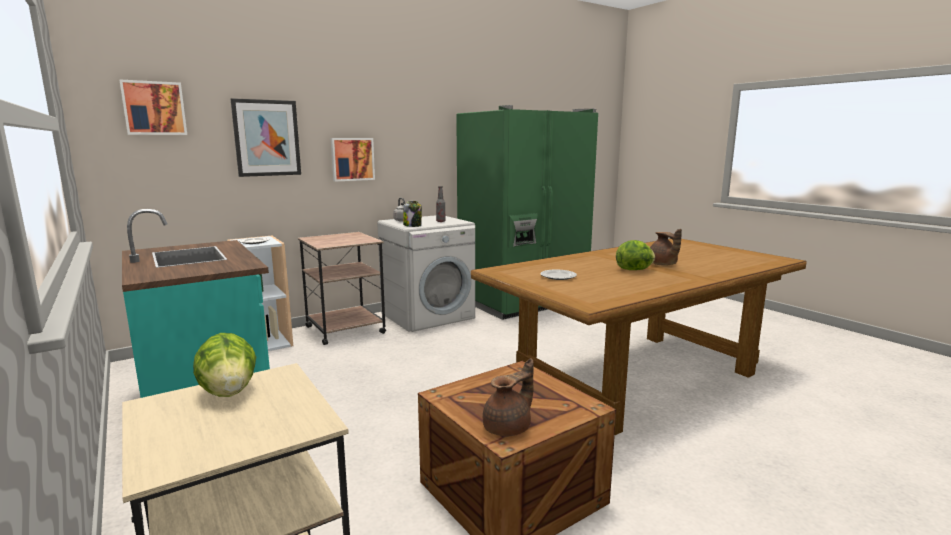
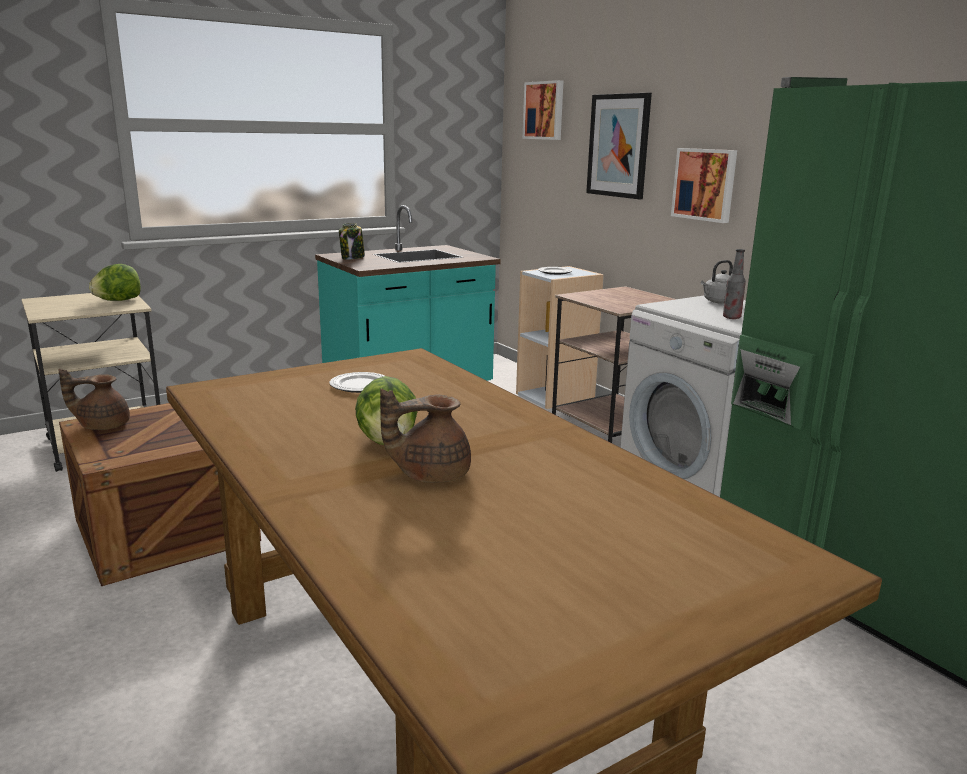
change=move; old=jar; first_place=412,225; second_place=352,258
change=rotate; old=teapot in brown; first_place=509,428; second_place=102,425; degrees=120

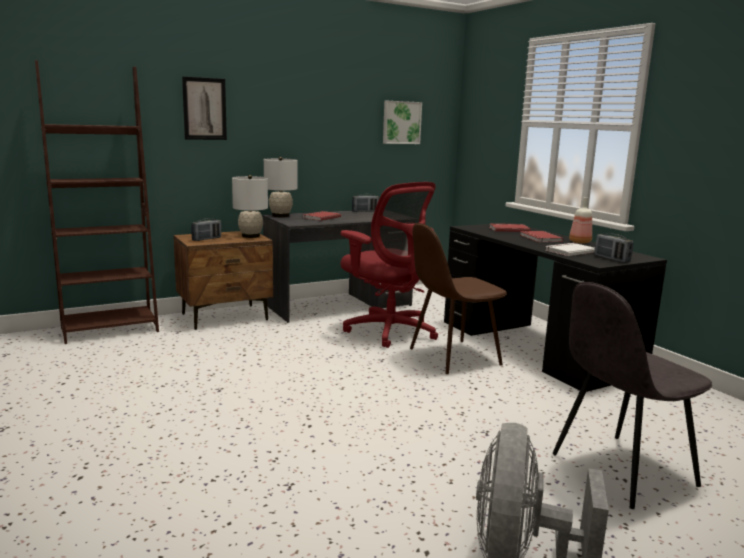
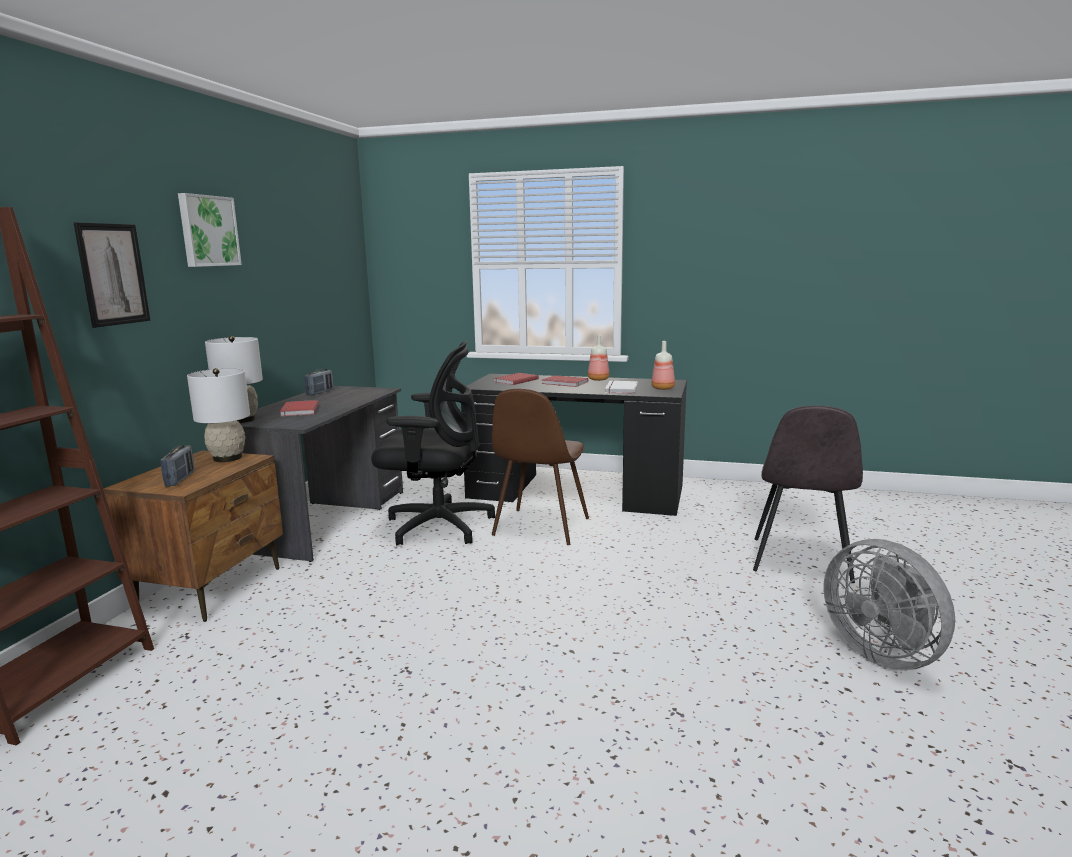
change=move; old=picture; first_place=401,122; second_place=208,231
change=recolor; old=office chair in red; new=office chair in black; first_place=385,330; second_place=432,527
change=replace; old=radio; new=bottle; first_place=611,259; second_place=663,388

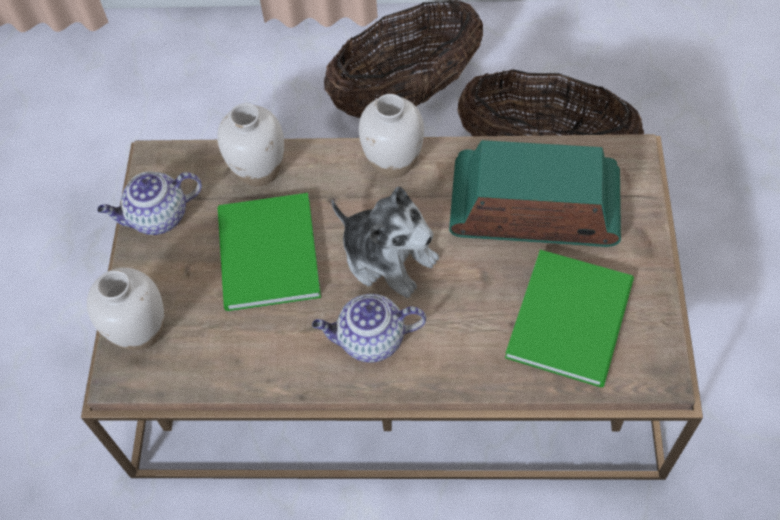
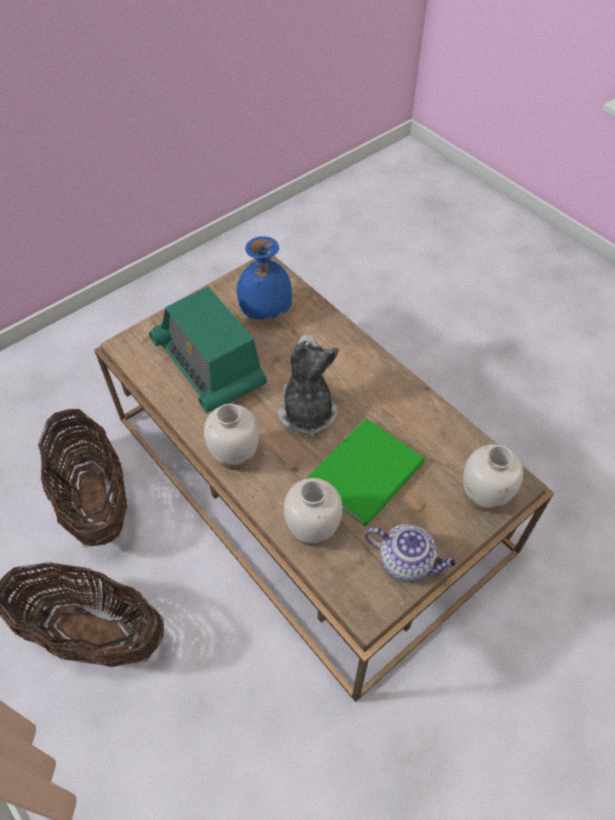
change=replace; old=book in green; new=vase in blue; first_place=574,317; second_place=264,311
change=delete; old=teapot; first_place=370,340

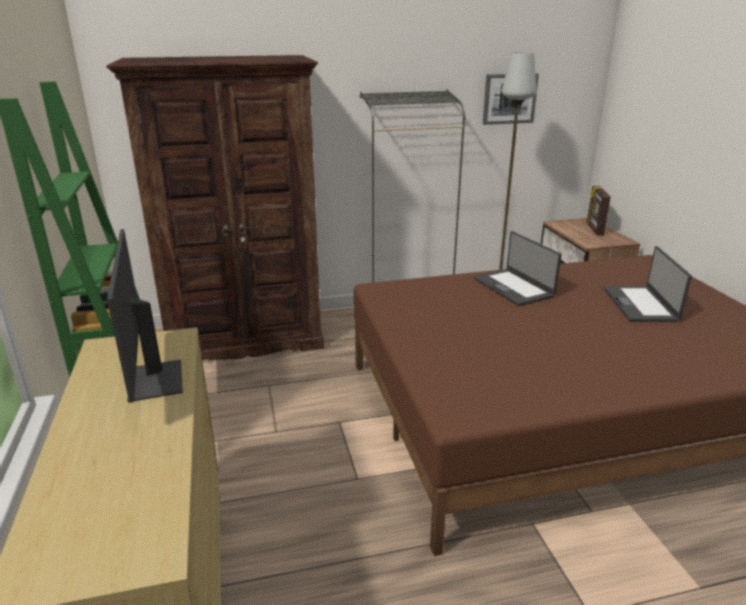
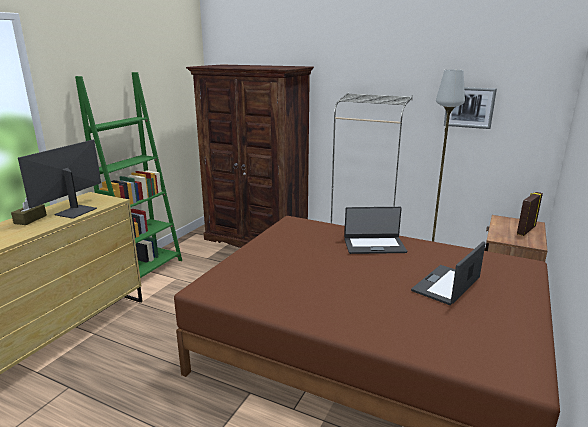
change=rotate; old=laptop; first_place=514,287; second_place=374,245; degrees=-105
change=insert; new=tissue box in brown; second_place=30,219

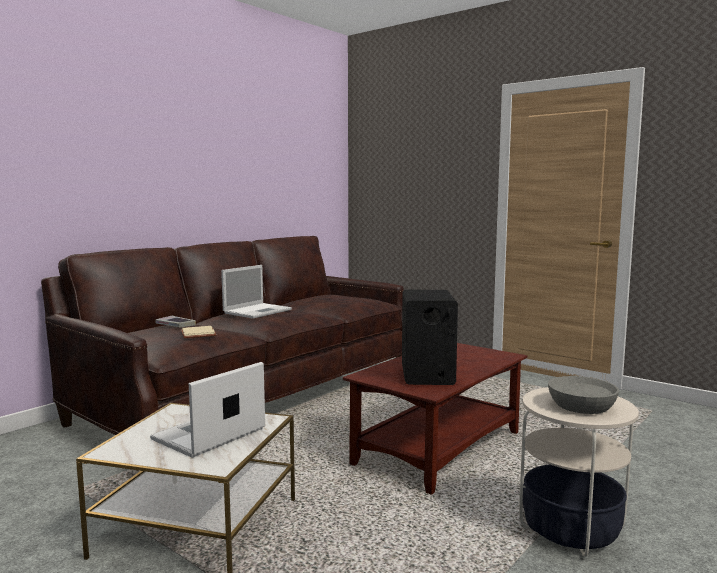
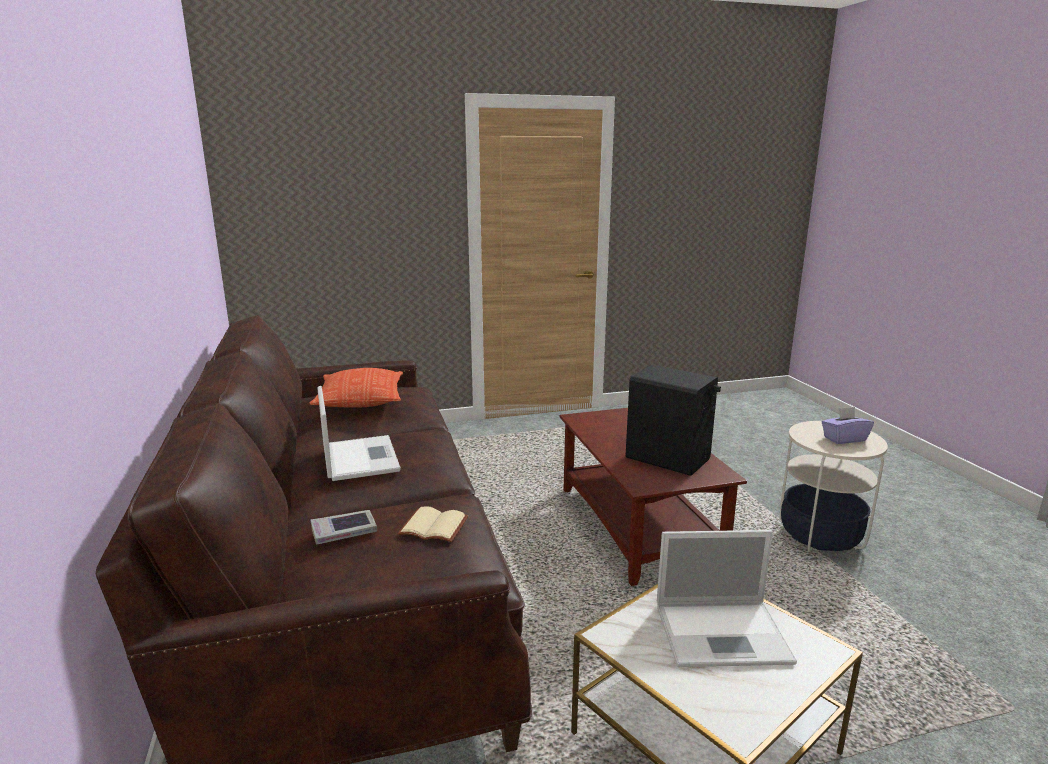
change=rotate; old=laptop; first_place=207,435; second_place=724,633; degrees=-75
change=replace; old=bowl in grey; new=tissue box in purple; first_place=580,406; second_place=844,439
change=insert; new=pillow in orange; second_place=361,402

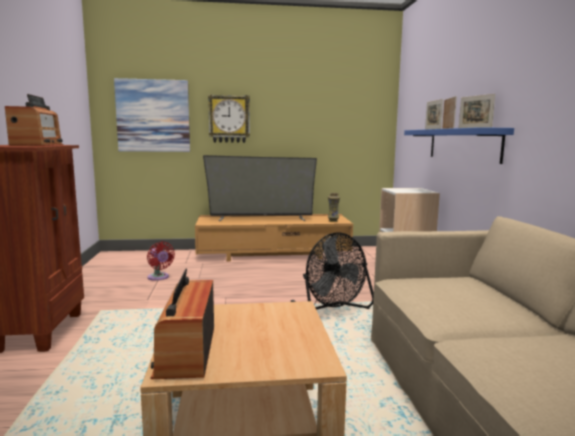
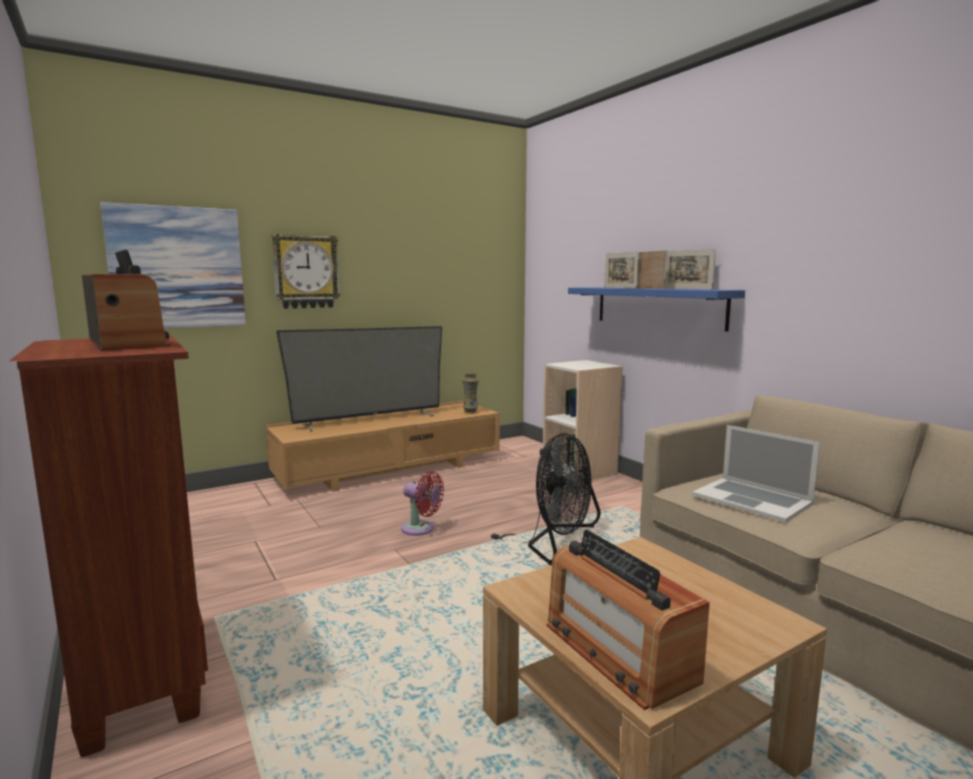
change=move; old=fan in red; first_place=159,277; second_place=421,529
change=insert; new=laptop; second_place=752,499

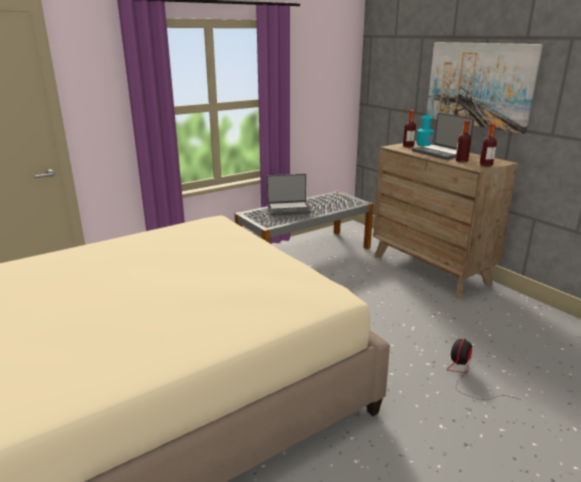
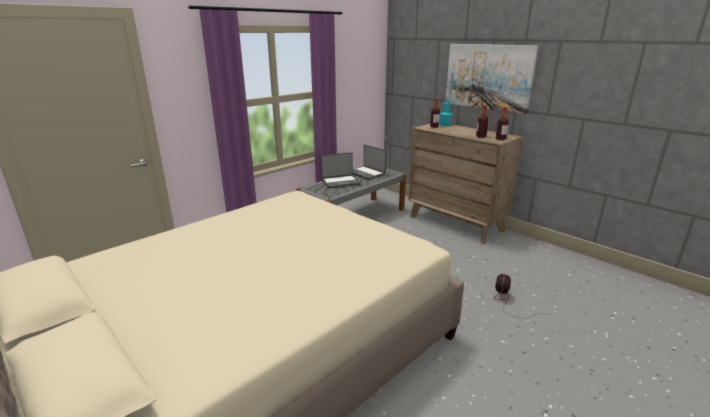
change=move; old=laptop; first_place=440,153; second_place=367,173

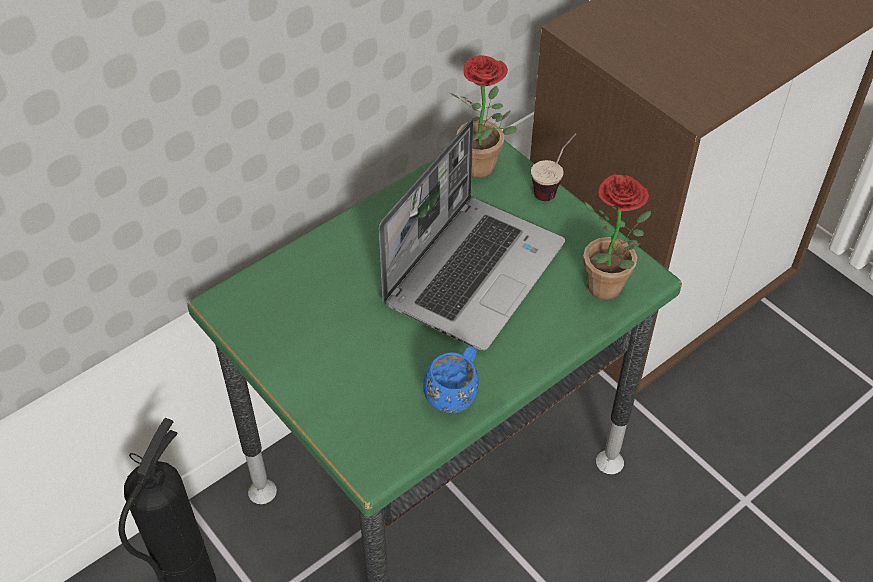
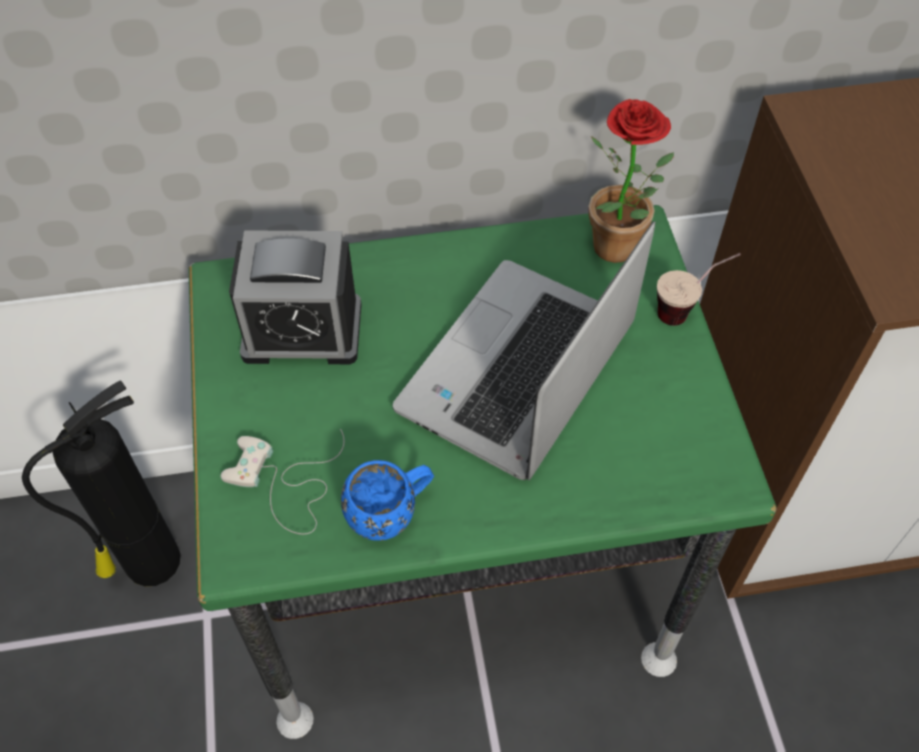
change=rotate; old=laptop; first_place=474,272; second_place=518,373; degrees=150
change=delete; old=potted plant; first_place=609,292
change=insert; new=alarm clock; second_place=302,330
change=insert; new=game controller in white; second_place=286,483

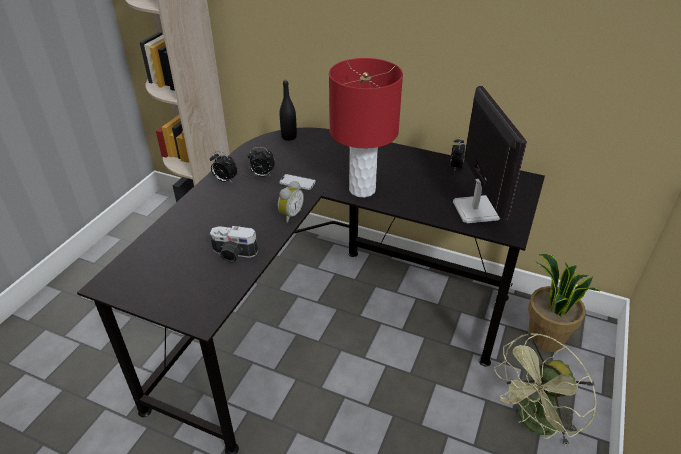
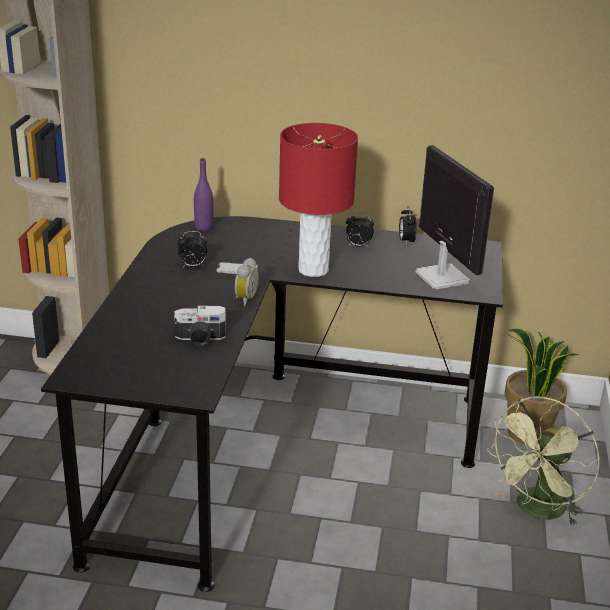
change=recolor; old=bottle in black; new=bottle in purple; first_place=289,137; second_place=204,227
change=move; old=alarm clock; first_place=225,180; second_place=358,246

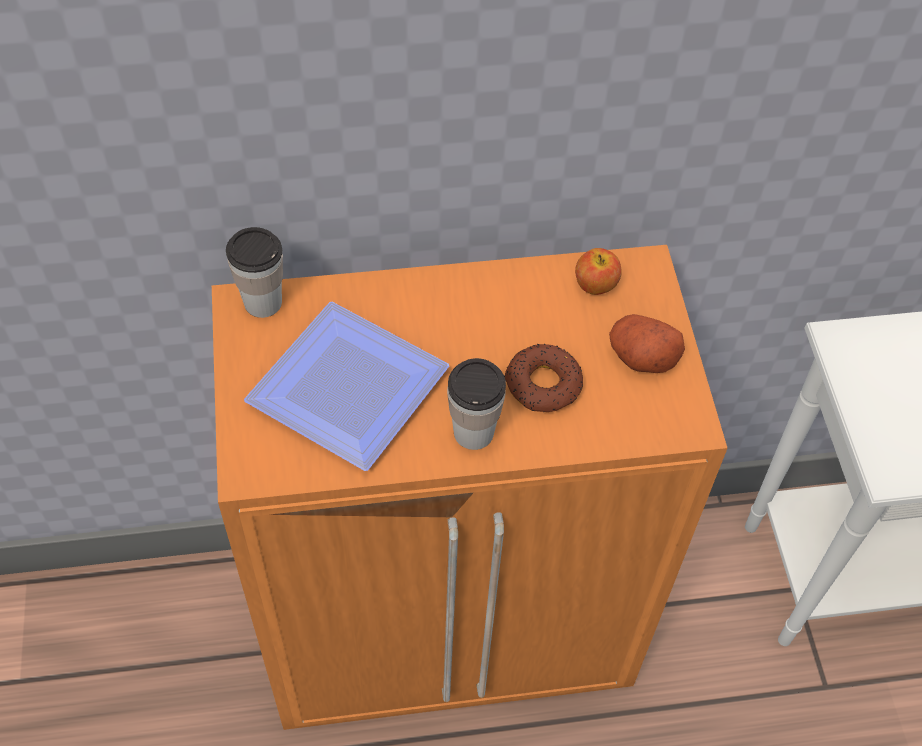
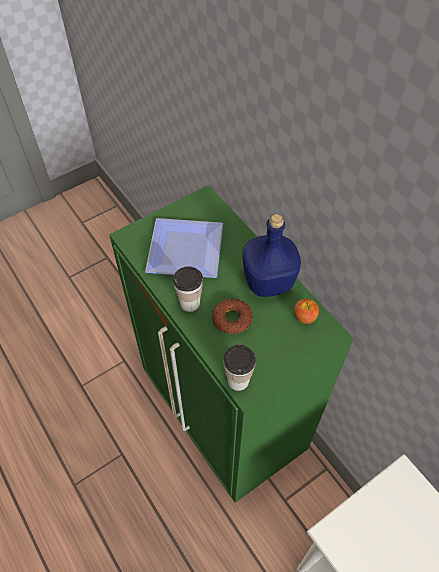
change=move; old=cup; first_place=263,302; second_place=238,380
change=recolor; old=cabinet in orange; new=cabinet in green; first_place=451,620; second_place=222,407
change=delete; old=potato; first_place=641,357
change=insert; new=bottle in blue; second_place=267,282

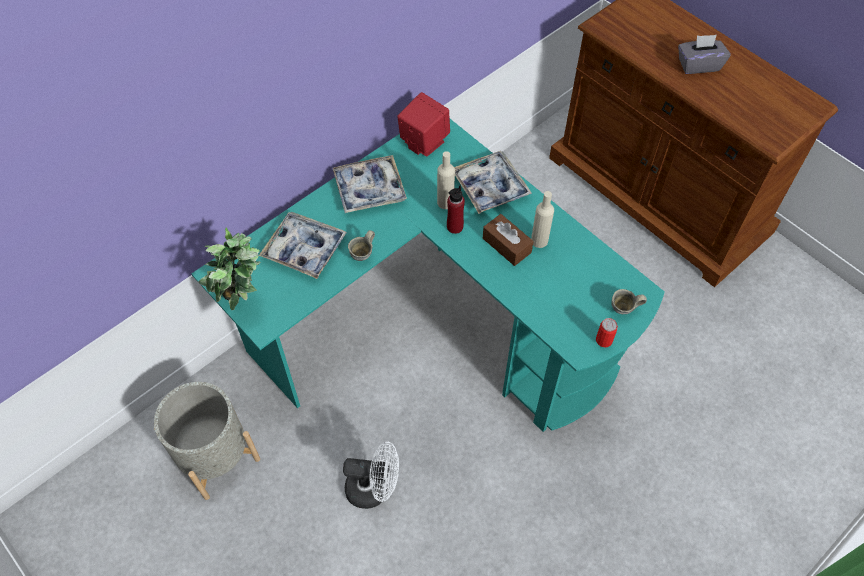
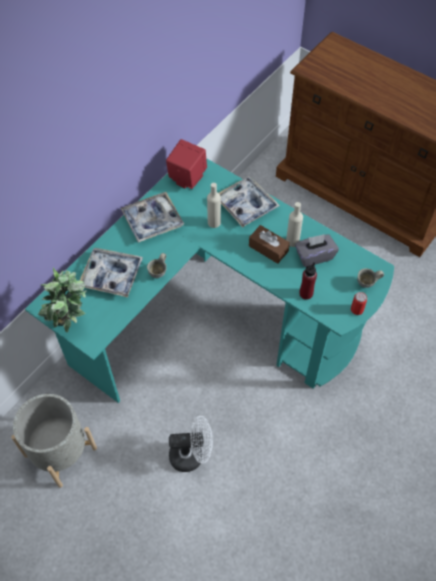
change=move; old=tissue box in grey; first_place=698,65; second_place=314,256
change=move; old=bottle in red; first_place=454,227; second_place=306,293

